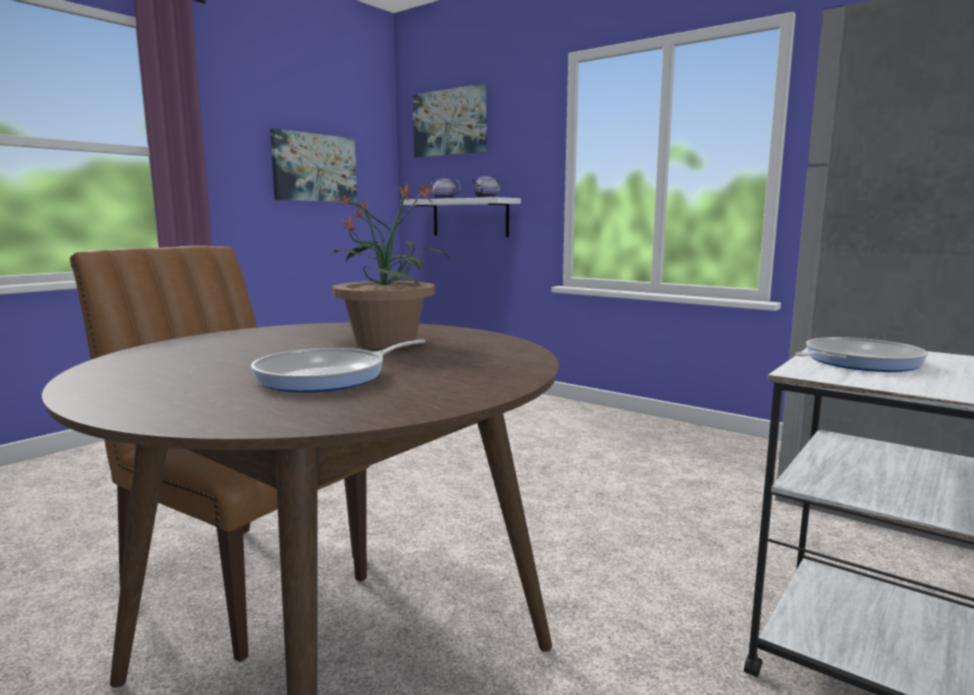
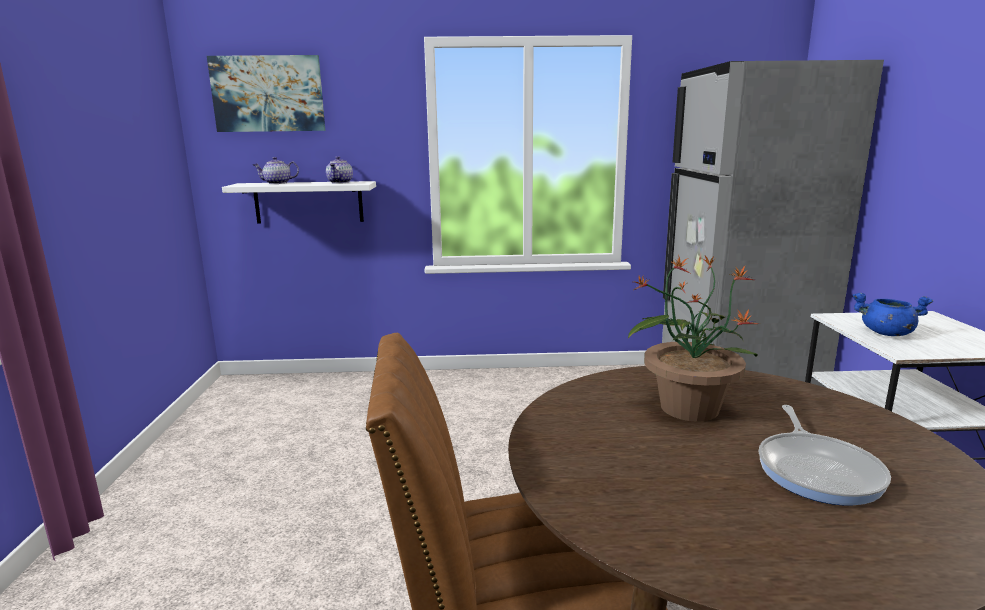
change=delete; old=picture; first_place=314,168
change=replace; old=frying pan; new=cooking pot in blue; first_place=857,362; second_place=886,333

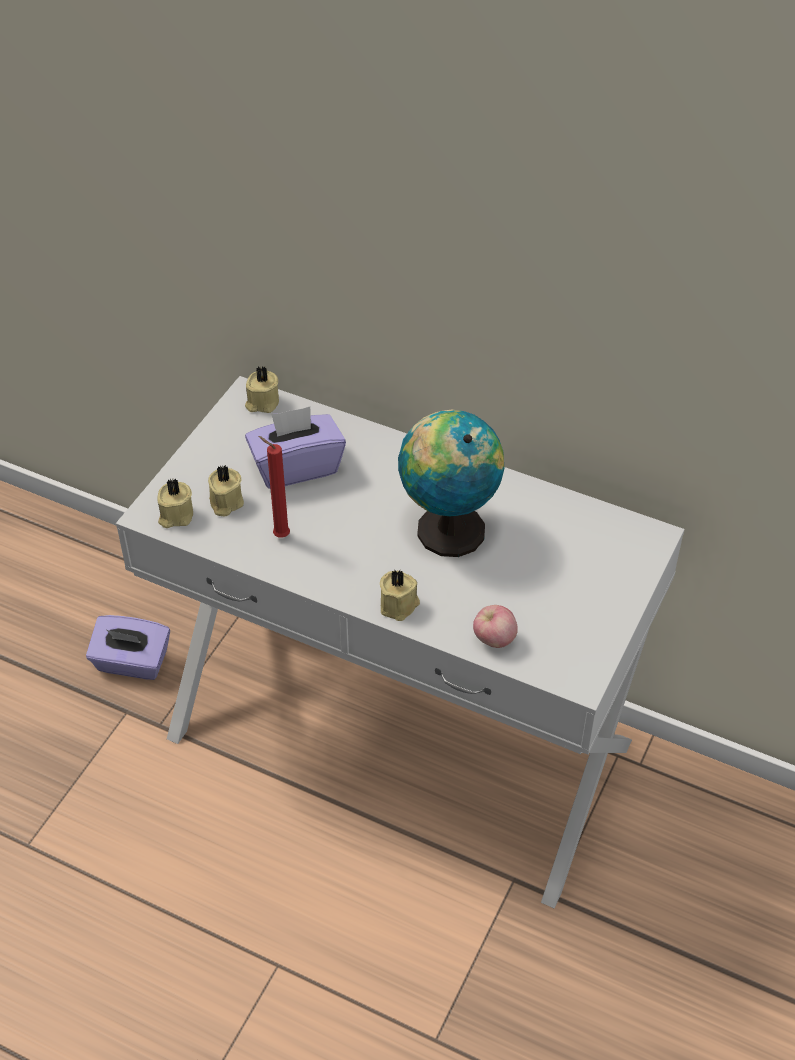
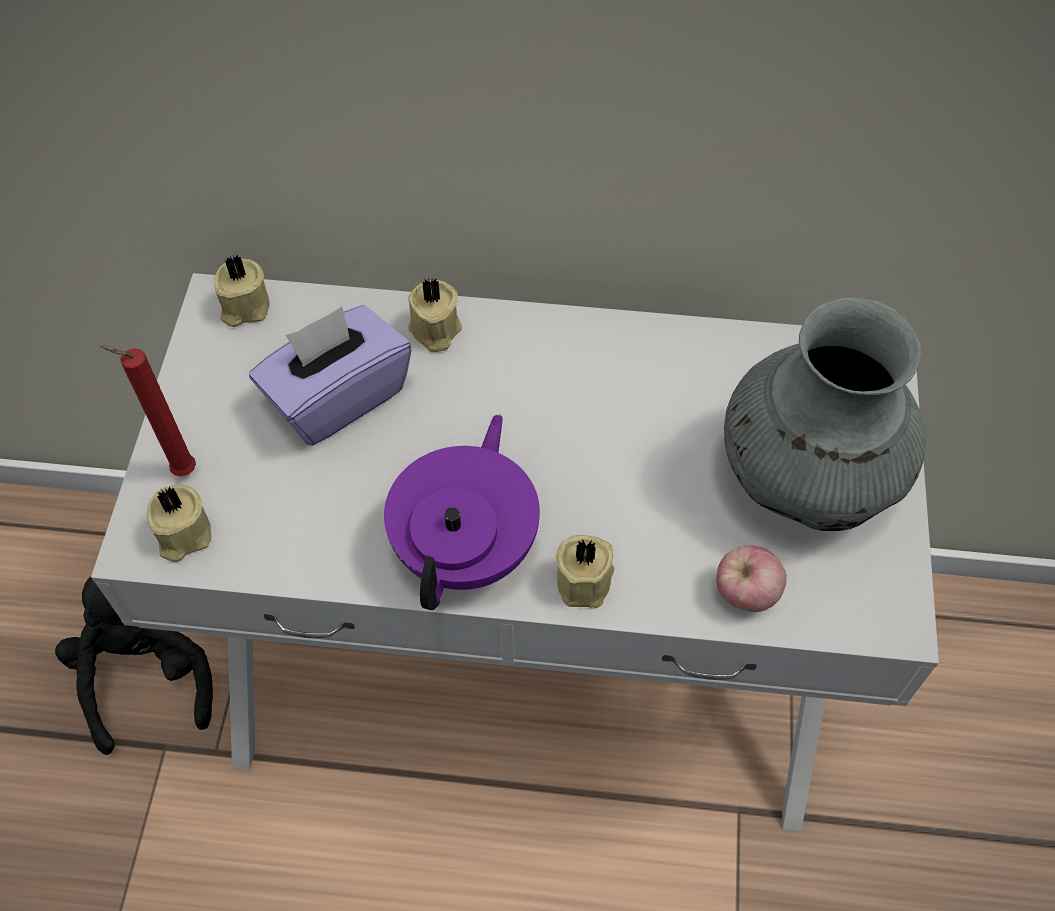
change=delete; old=globe; first_place=447,528
change=move; old=candle in red; first_place=279,535; second_place=180,471
change=move; old=candle in beige; first_place=225,503; second_place=434,331
change=replace; old=tissue box in purple; new=plush toy in black; first_place=132,663; second_place=146,675
change=insert; new=vase in grey; second_place=804,481
change=insert; new=teapot in purple; second_place=467,547

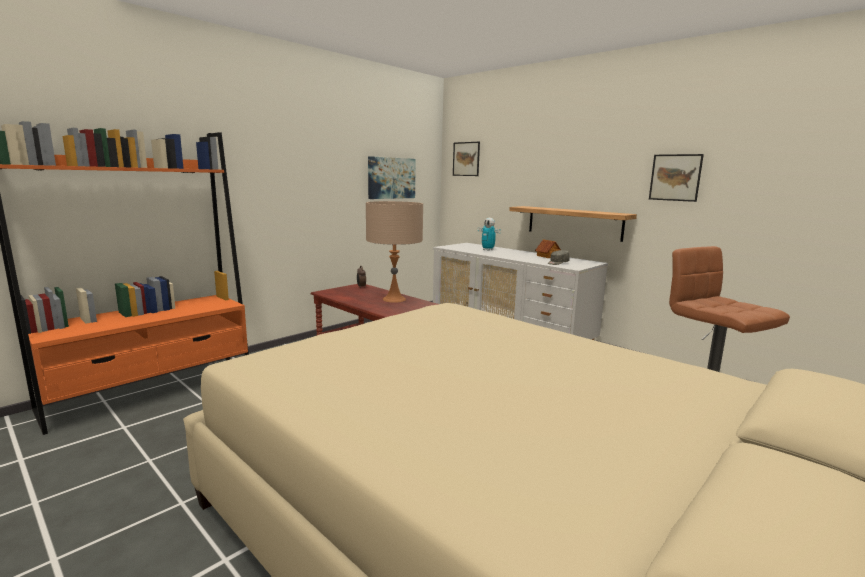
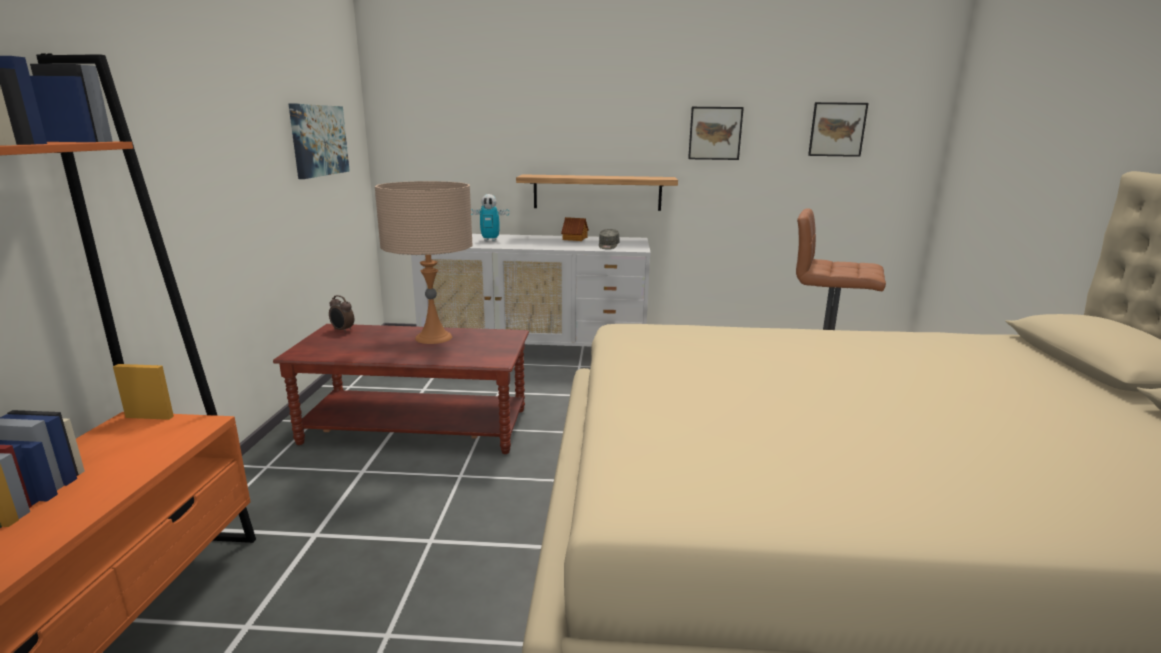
change=move; old=picture; first_place=466,159; second_place=837,129

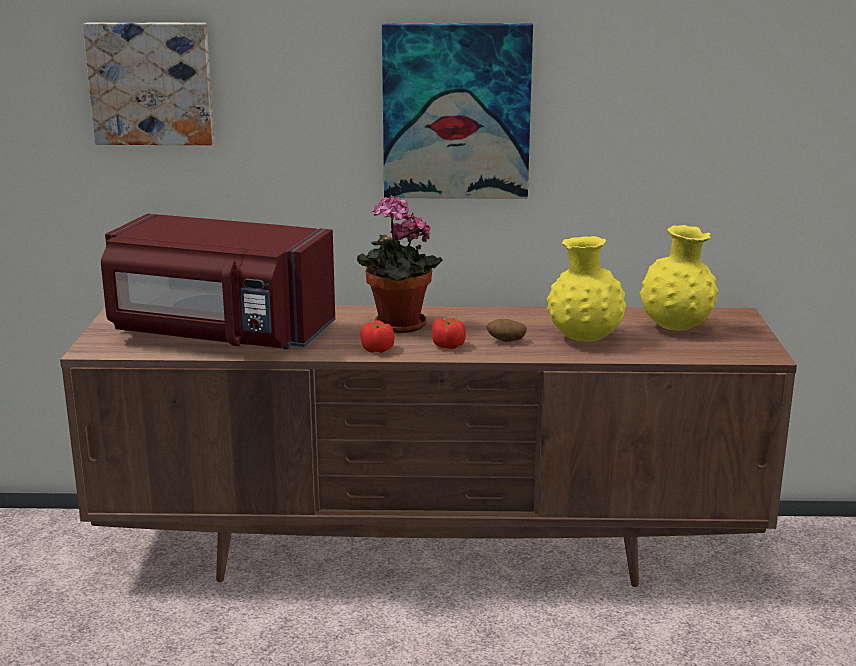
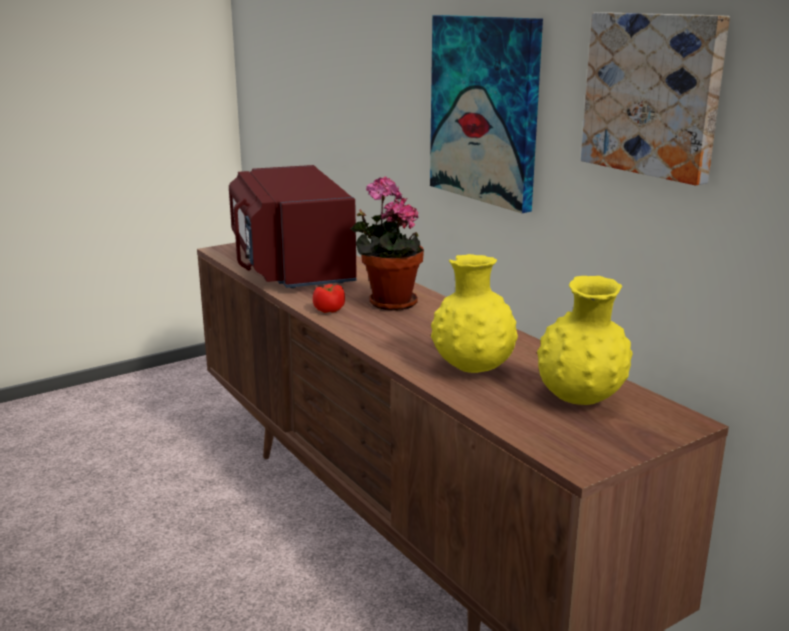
change=move; old=picture; first_place=151,83; second_place=654,94
change=delete; old=tomato; first_place=448,345
change=delete; old=potato; first_place=506,341

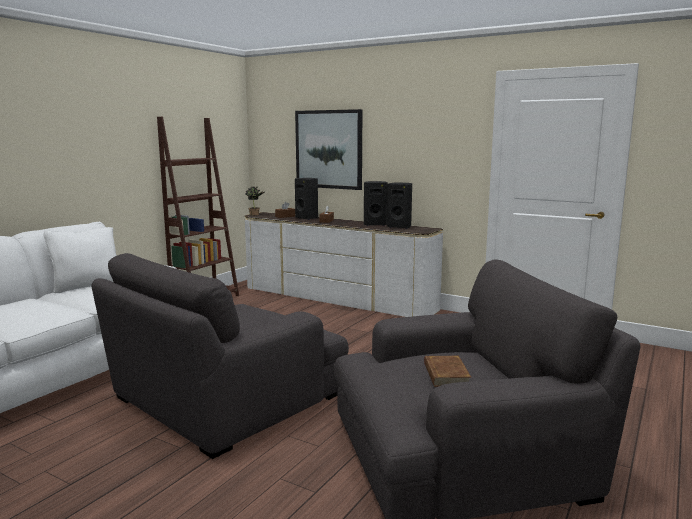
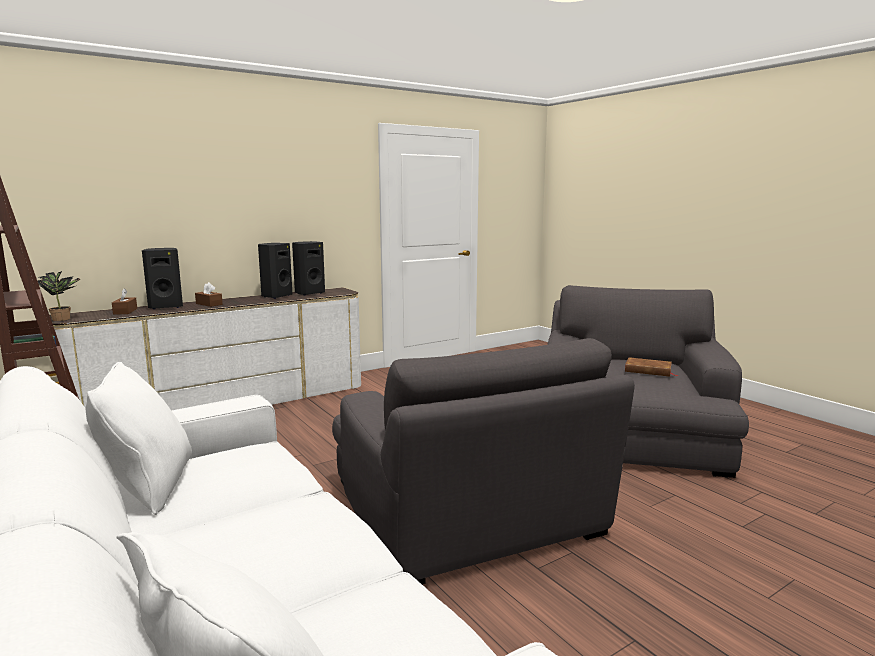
change=delete; old=picture; first_place=329,149

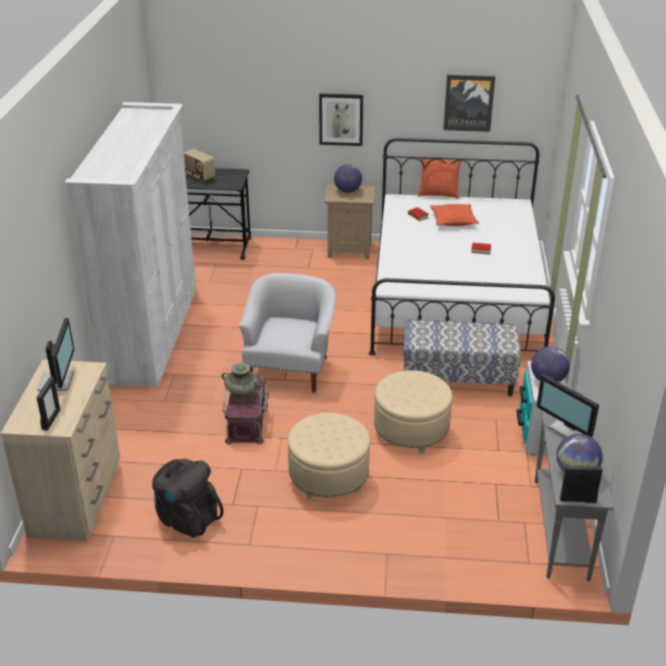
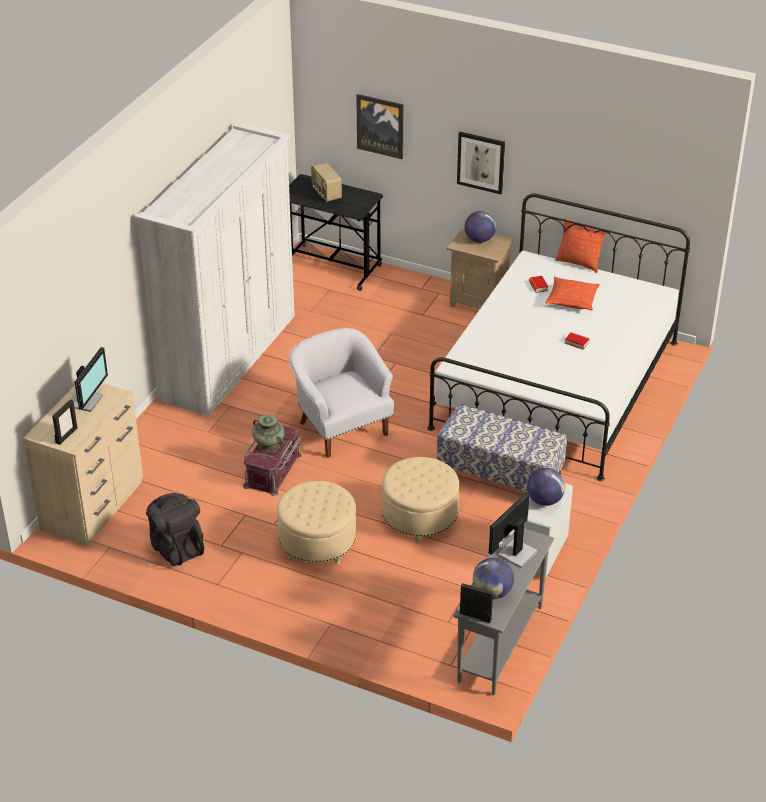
change=move; old=picture; first_place=468,103; second_place=380,126
change=rotate; old=armchair in white; first_place=290,369; second_place=341,426; degrees=-60
change=rotate; old=monitor; first_place=568,429; second_place=515,553; degrees=60

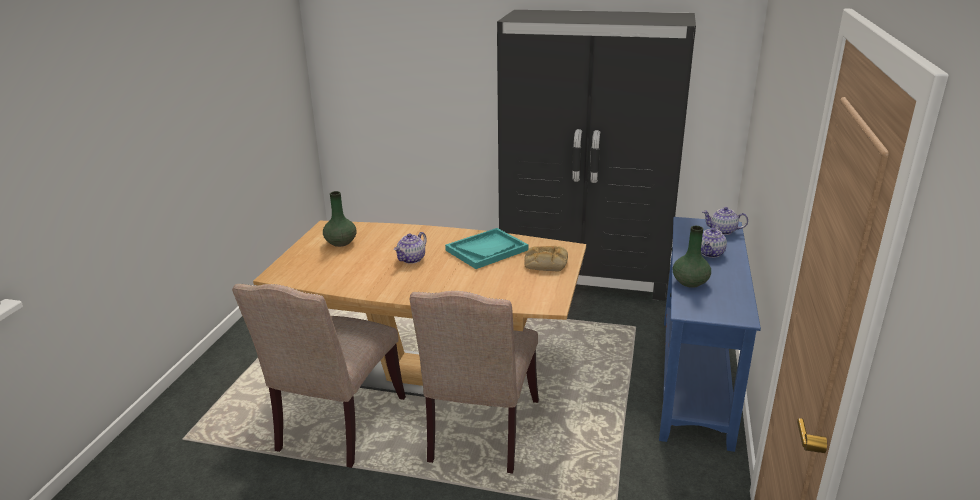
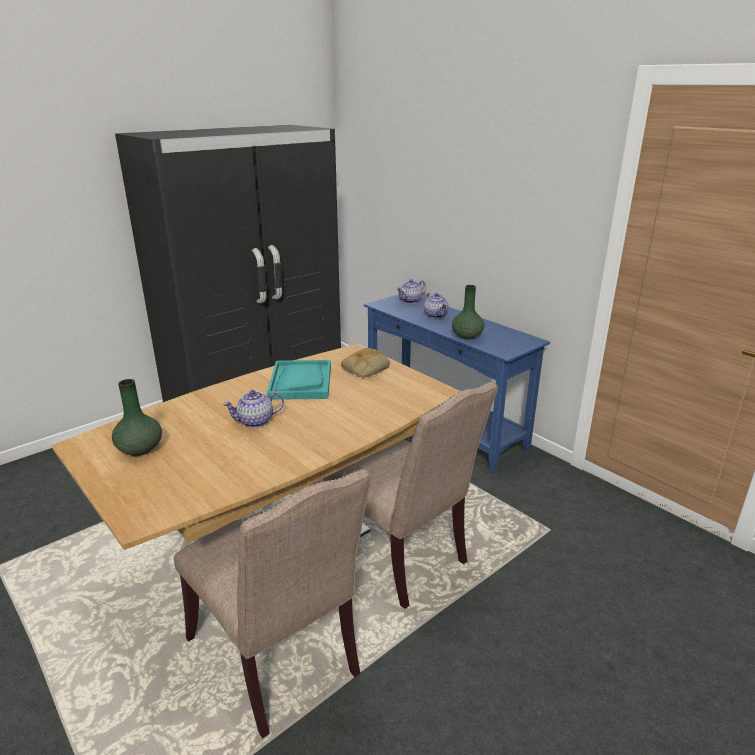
change=rotate; old=teapot; first_place=411,259; second_place=255,421; degrees=90

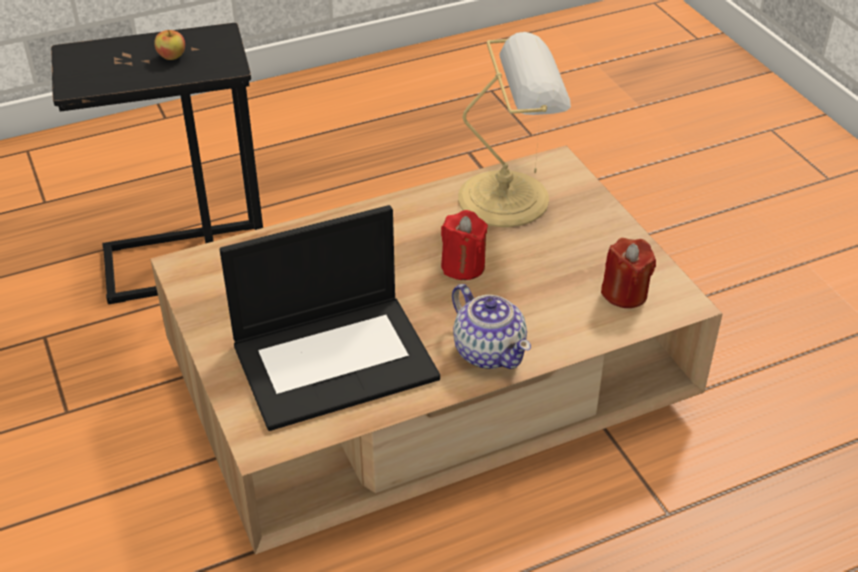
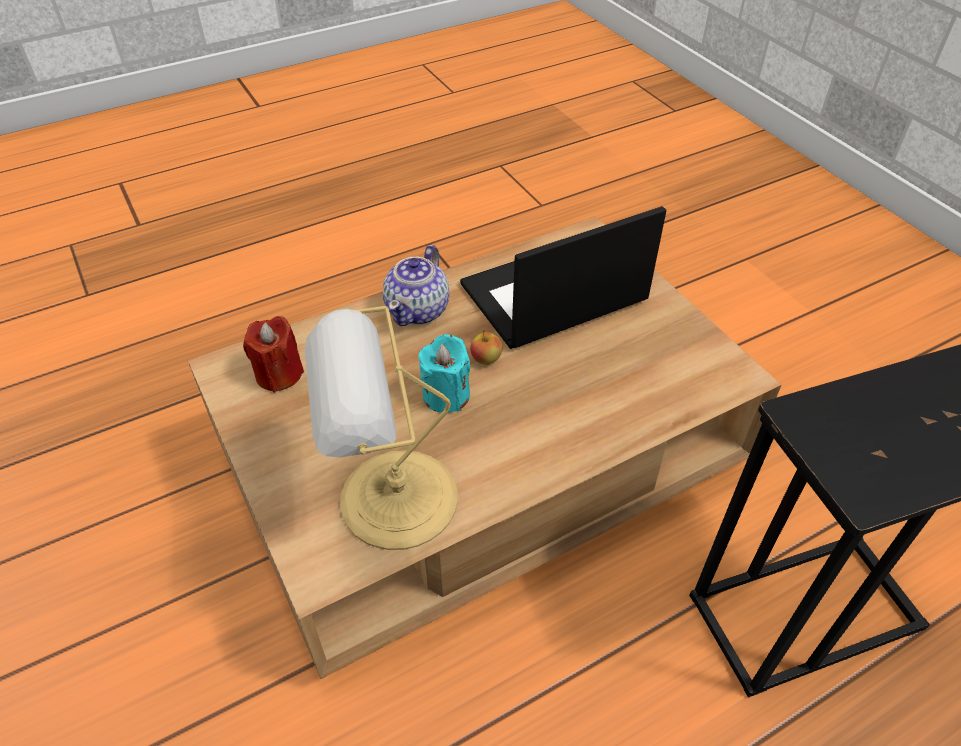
change=move; old=apple; first_place=172,57; second_place=486,359
change=recolor; old=candle in red; new=candle in turquoise; first_place=463,266; second_place=446,395
change=rotate; old=teapot; first_place=489,351; second_place=418,310; degrees=-120

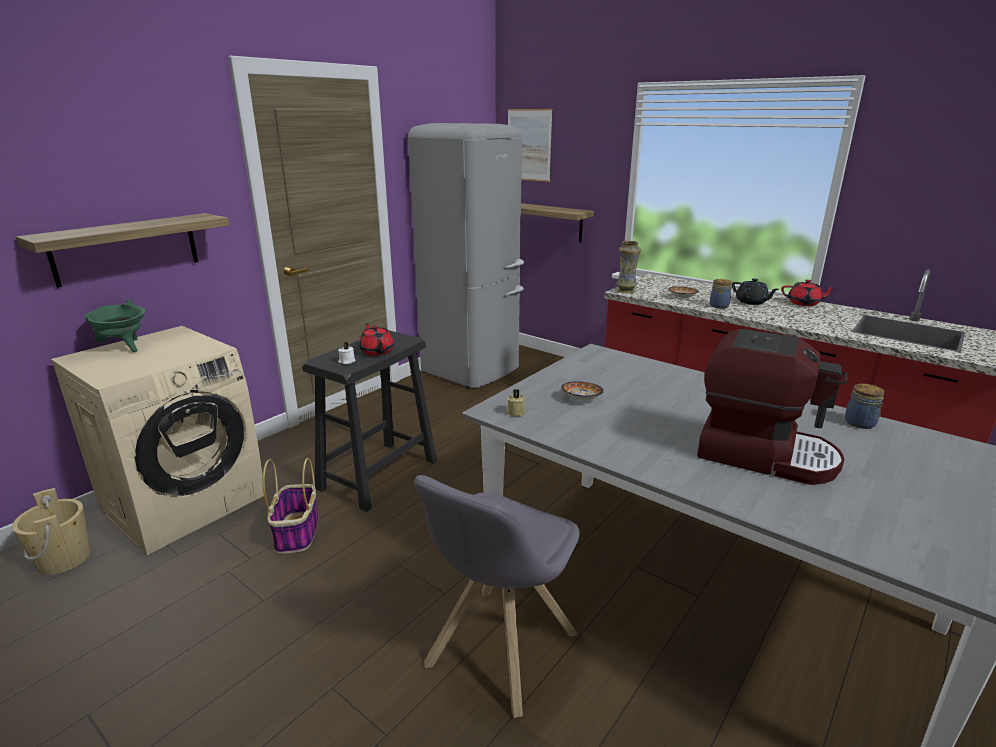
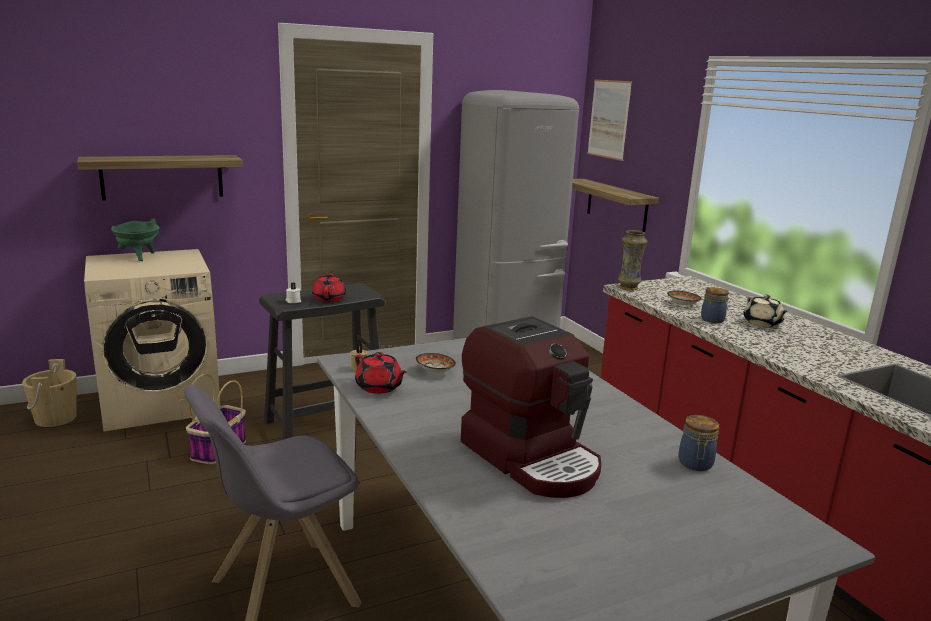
change=recolor; old=teapot in black; new=teapot in beige; first_place=751,302; second_place=762,323
change=move; old=teapot in red; first_place=804,303; second_place=379,387

